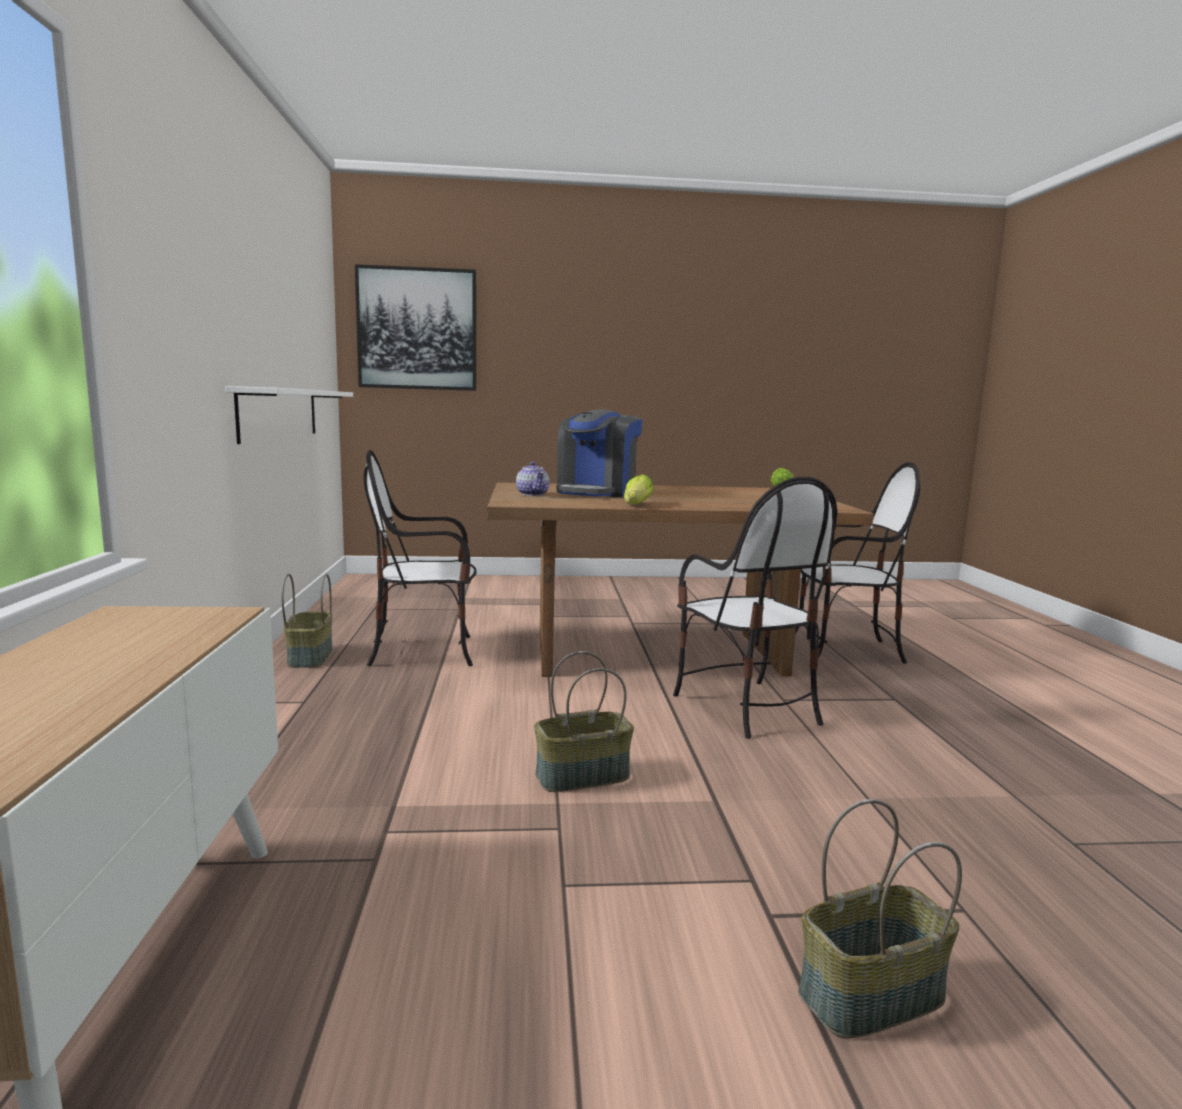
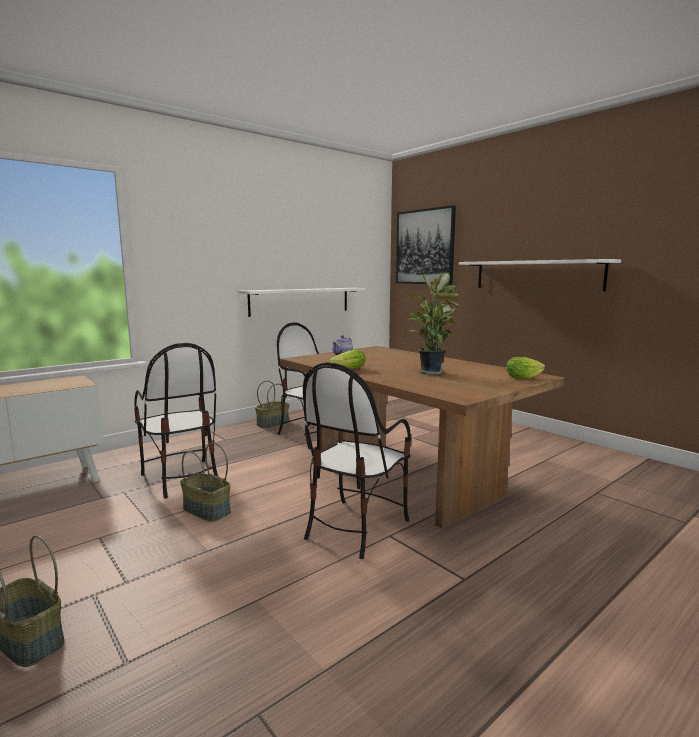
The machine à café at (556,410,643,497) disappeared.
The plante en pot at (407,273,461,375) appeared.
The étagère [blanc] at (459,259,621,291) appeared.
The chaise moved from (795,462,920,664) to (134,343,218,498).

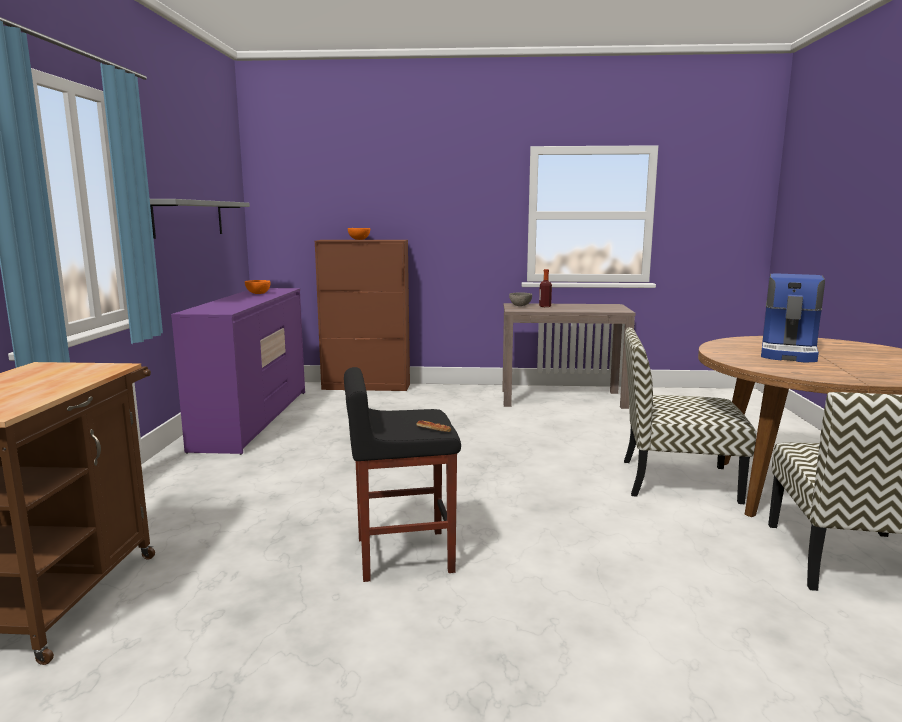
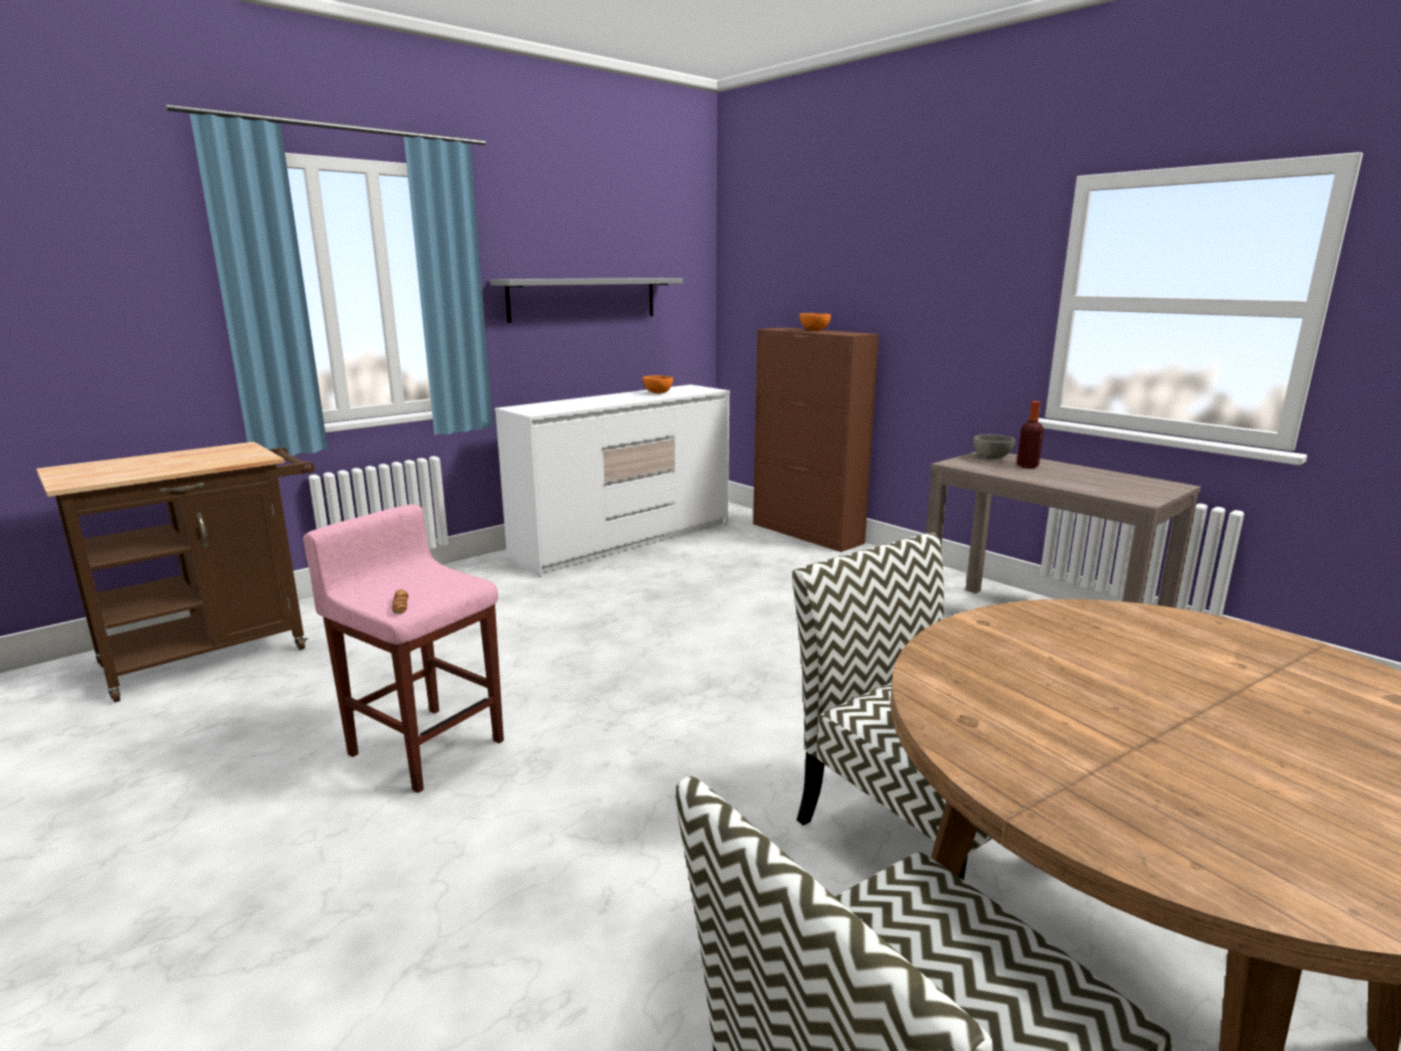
The machine à café at (761,273,825,363) disappeared.
The commode [violet] at (171,288,305,455) became the commode [blanc] at (495,385,730,576).
The tabouret [noir] at (344,367,461,582) became the tabouret [rose] at (303,504,504,793).

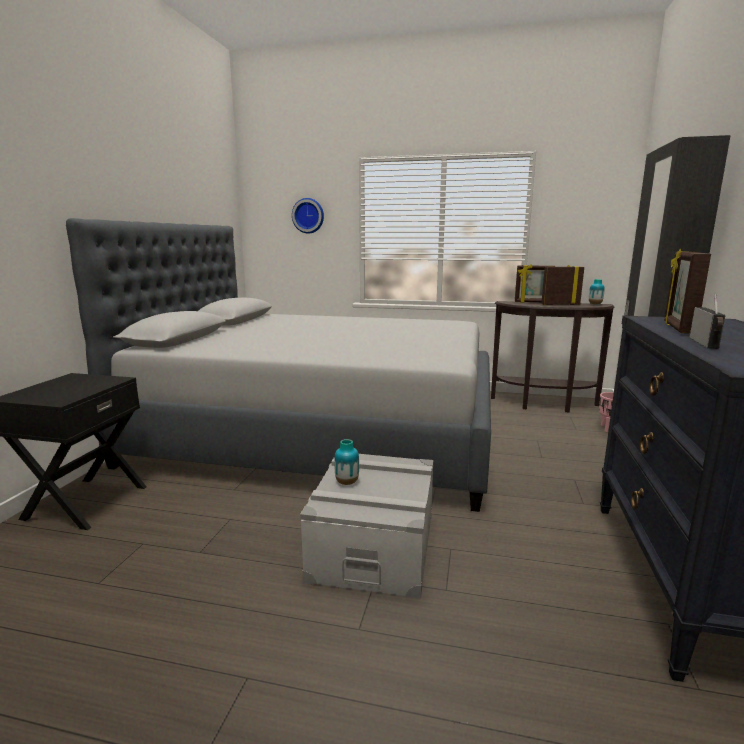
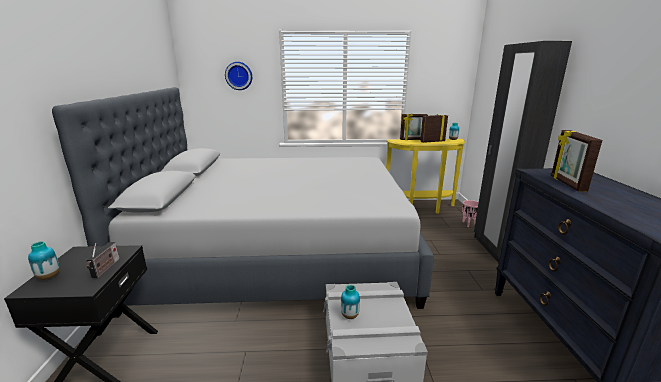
The vase at (28,241,60,280) appeared.
The radio moved from (690,294,726,349) to (86,242,119,278).
The table console [marron] at (491,301,614,413) became the table console [jaune] at (386,139,465,214).

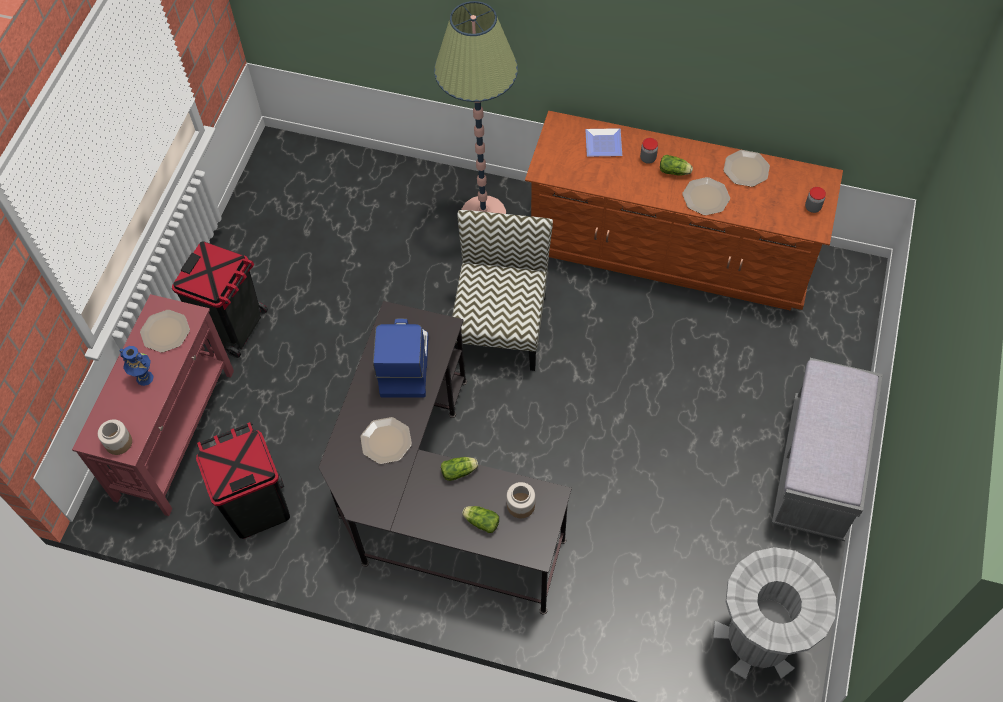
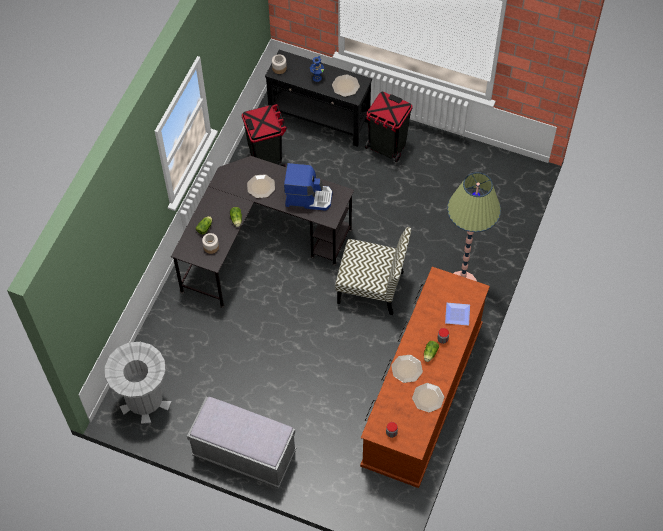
The table console [rouge] at (72,294,234,516) became the table console [noir] at (265,50,372,147).

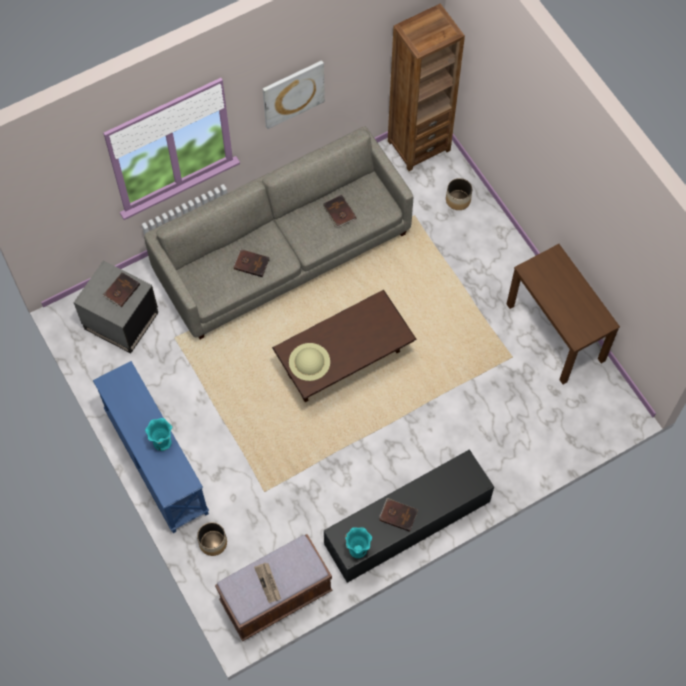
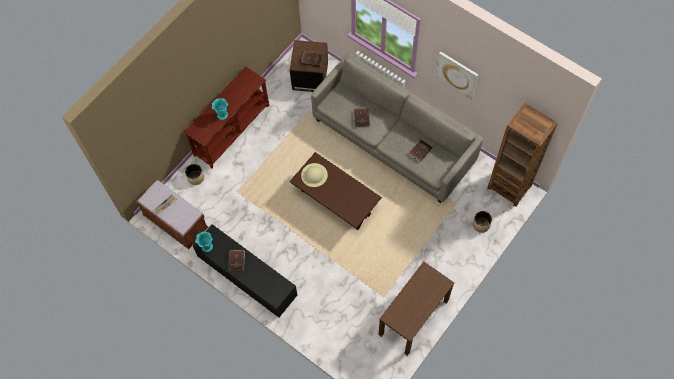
The table d'appoint [gris] at (74,260,158,353) became the table d'appoint [marron] at (290,40,328,92).
The table console [bleu] at (93,361,209,533) became the table console [marron] at (184,67,270,168).

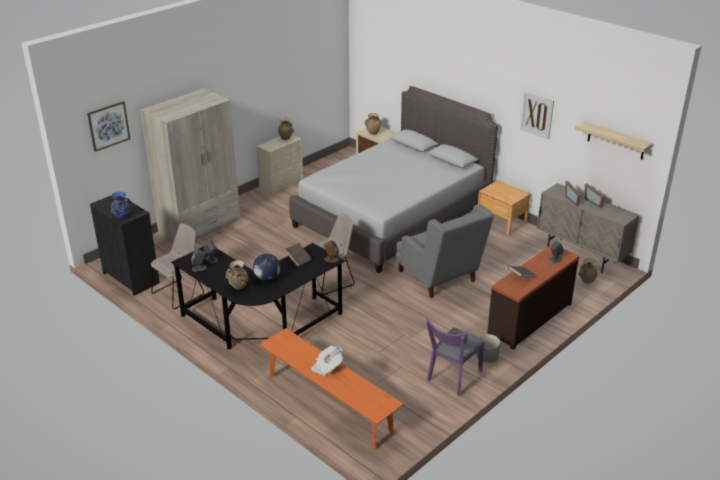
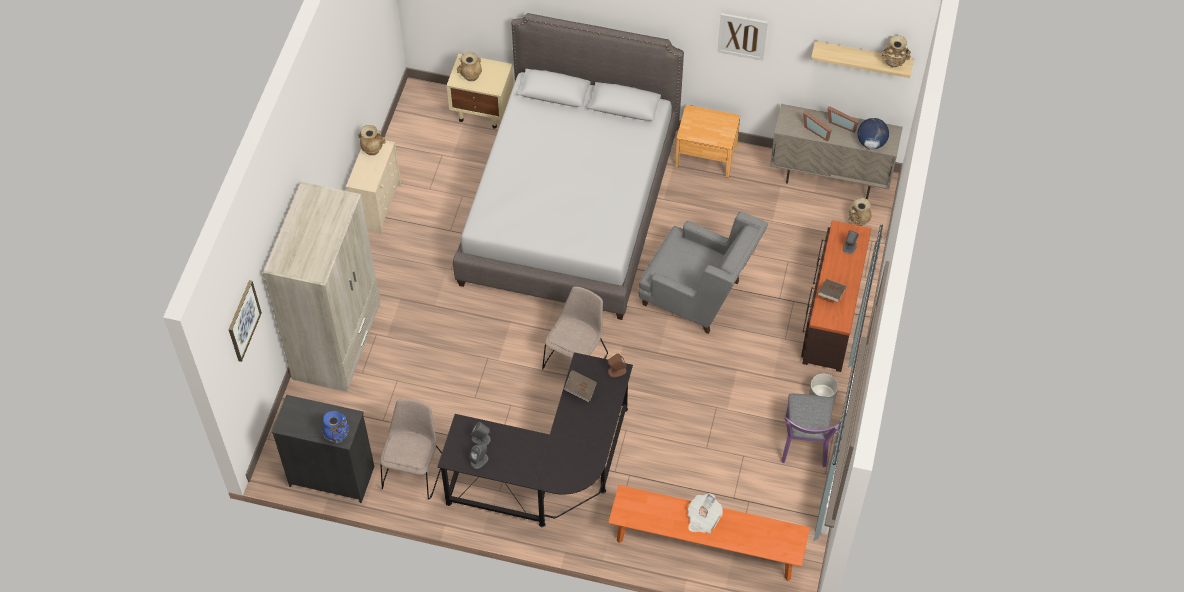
The vase [beige] moved from (225,260,248,290) to (881,35,911,67).
The globe moved from (253,254,280,281) to (857,118,889,149).

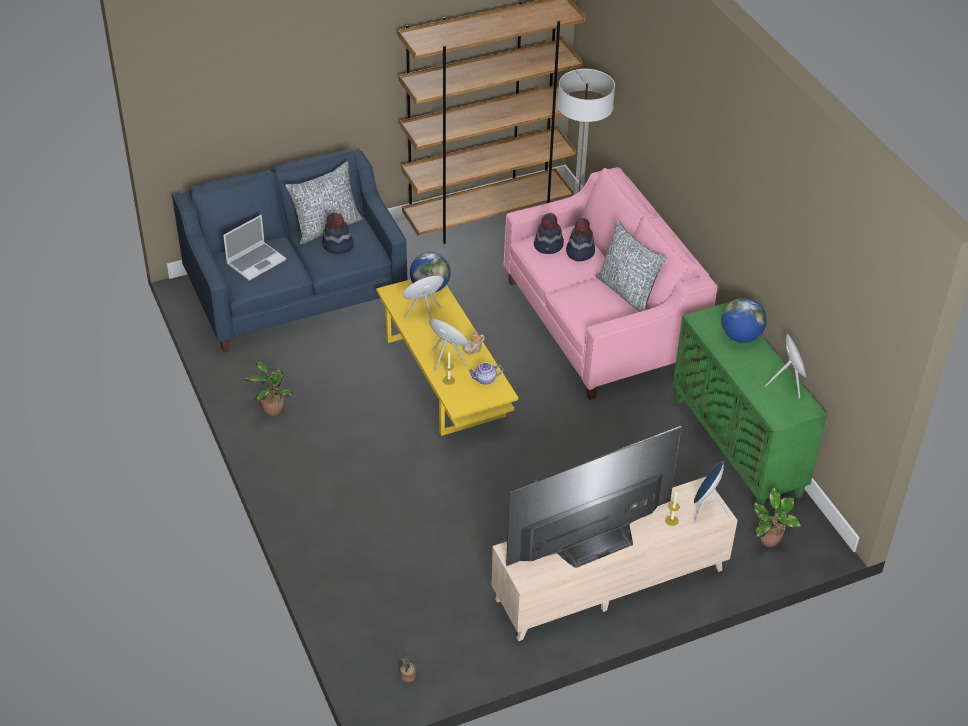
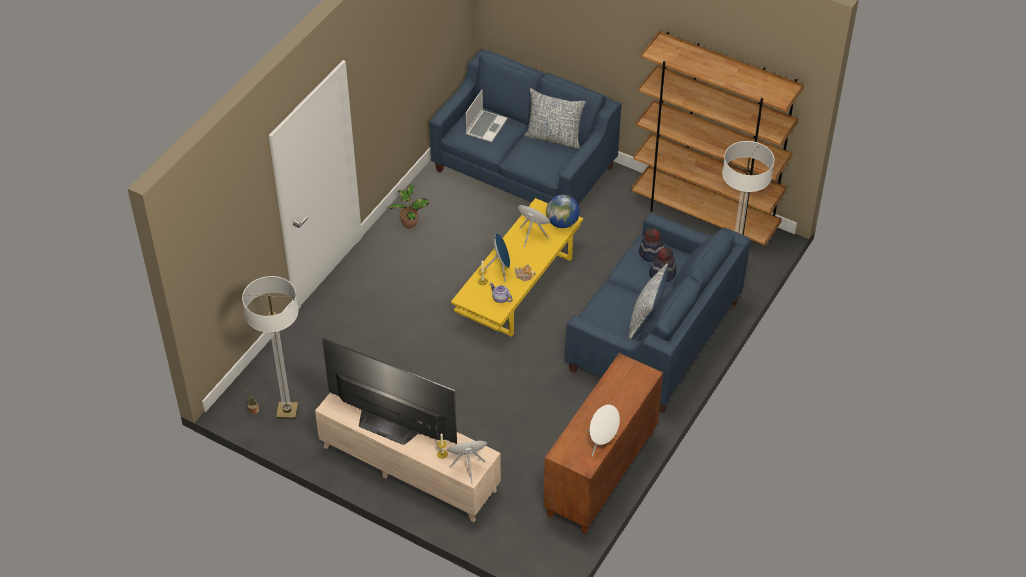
The chapeau at (322,212,354,254) disappeared.
The globe at (721,298,767,343) disappeared.
The plante en pot at (752,487,801,547) disappeared.
The lampadaire at (242,276,298,419) appeared.
The canapé [rose] at (503,167,718,400) became the canapé [bleu] at (565,213,751,413).
The meuble de rangement [vert] at (673,301,827,505) became the meuble de rangement [marron] at (544,353,663,535).
The ordinateur portable at (223,215,286,281) turned 75 degrees counterclockwise.

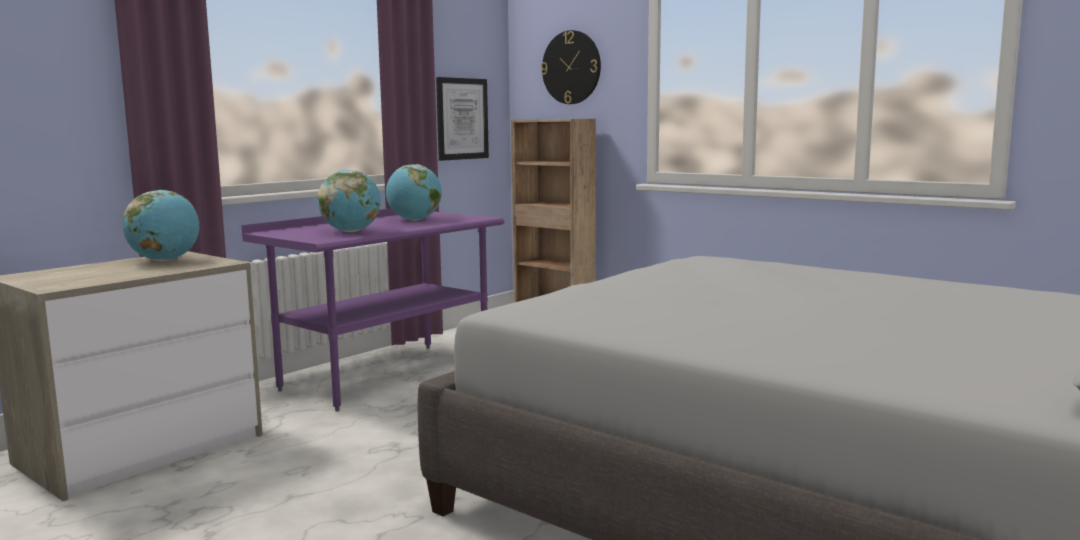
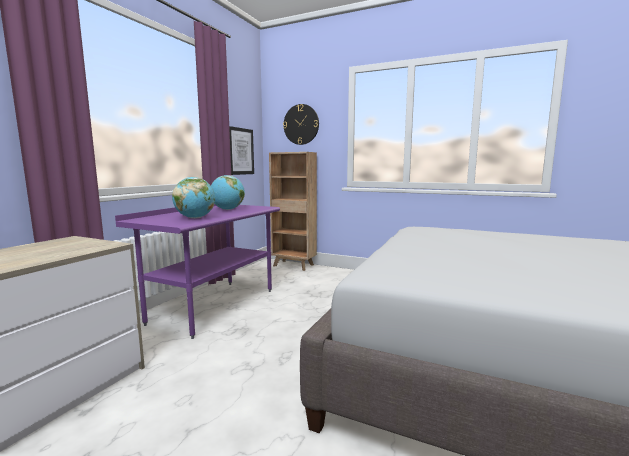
The globe at (123,190,199,261) disappeared.

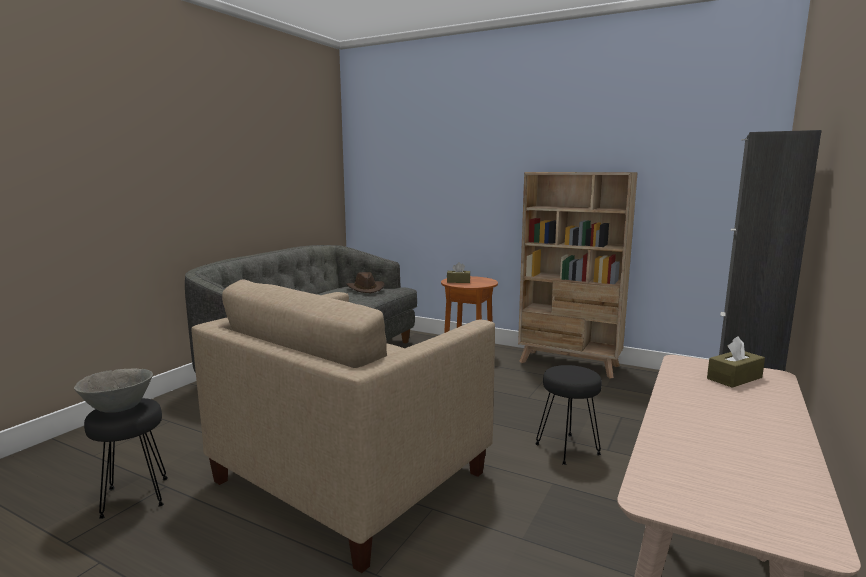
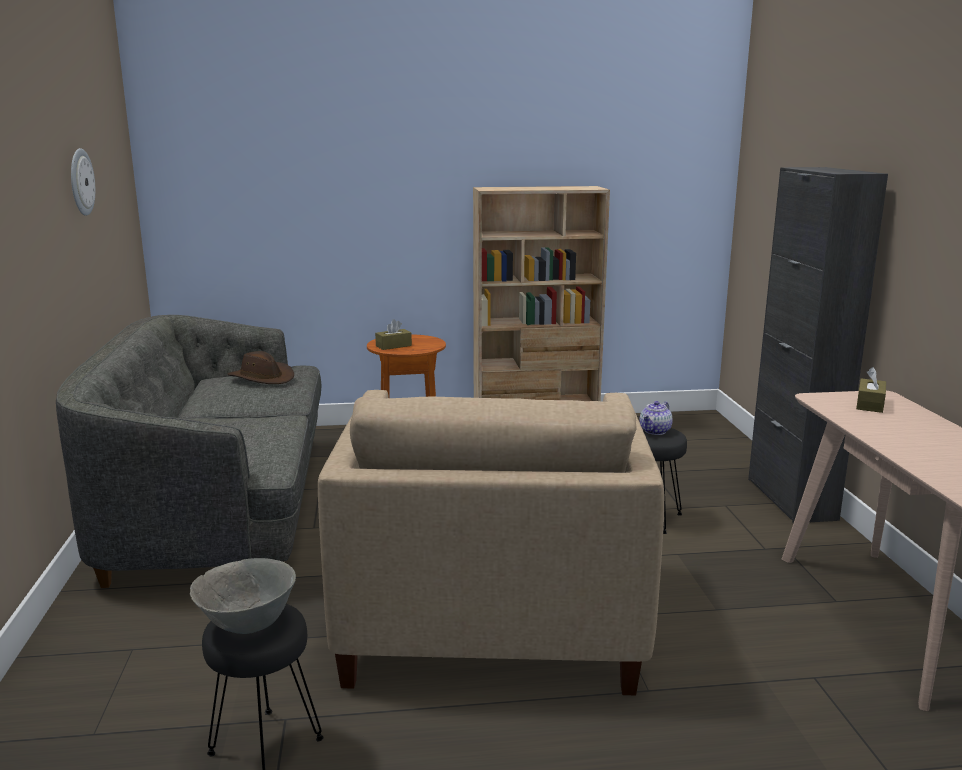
The horloge murale at (71,148,95,216) appeared.
The théière at (640,401,673,435) appeared.

